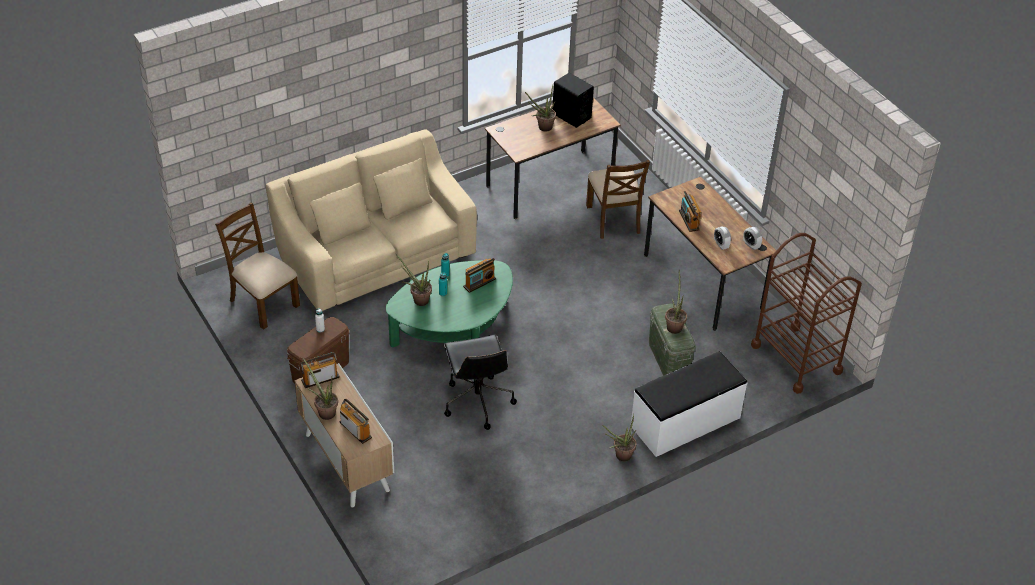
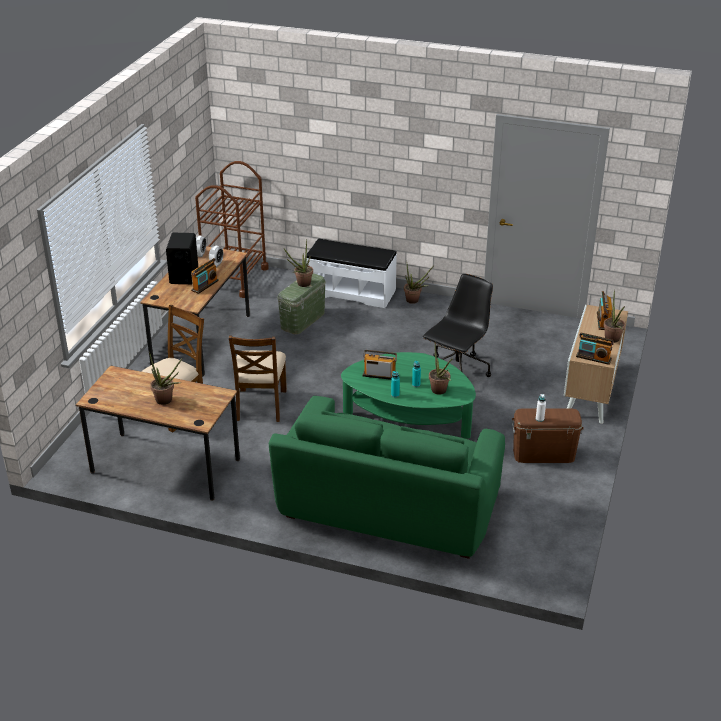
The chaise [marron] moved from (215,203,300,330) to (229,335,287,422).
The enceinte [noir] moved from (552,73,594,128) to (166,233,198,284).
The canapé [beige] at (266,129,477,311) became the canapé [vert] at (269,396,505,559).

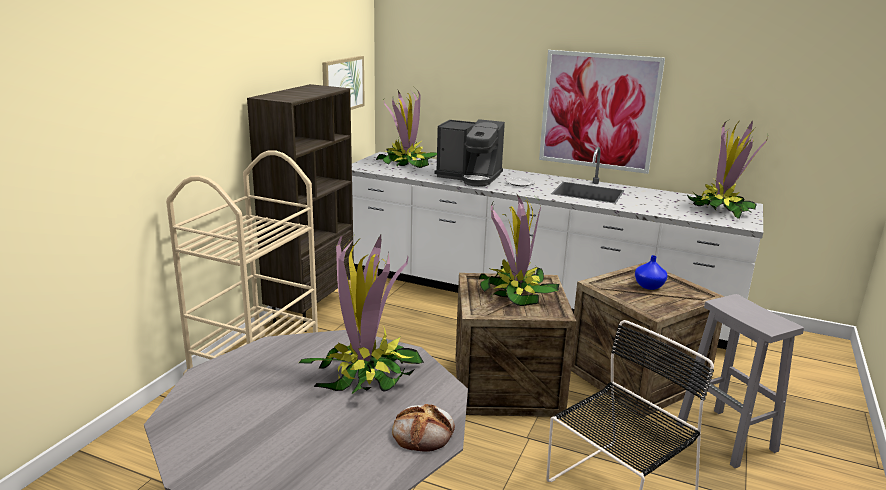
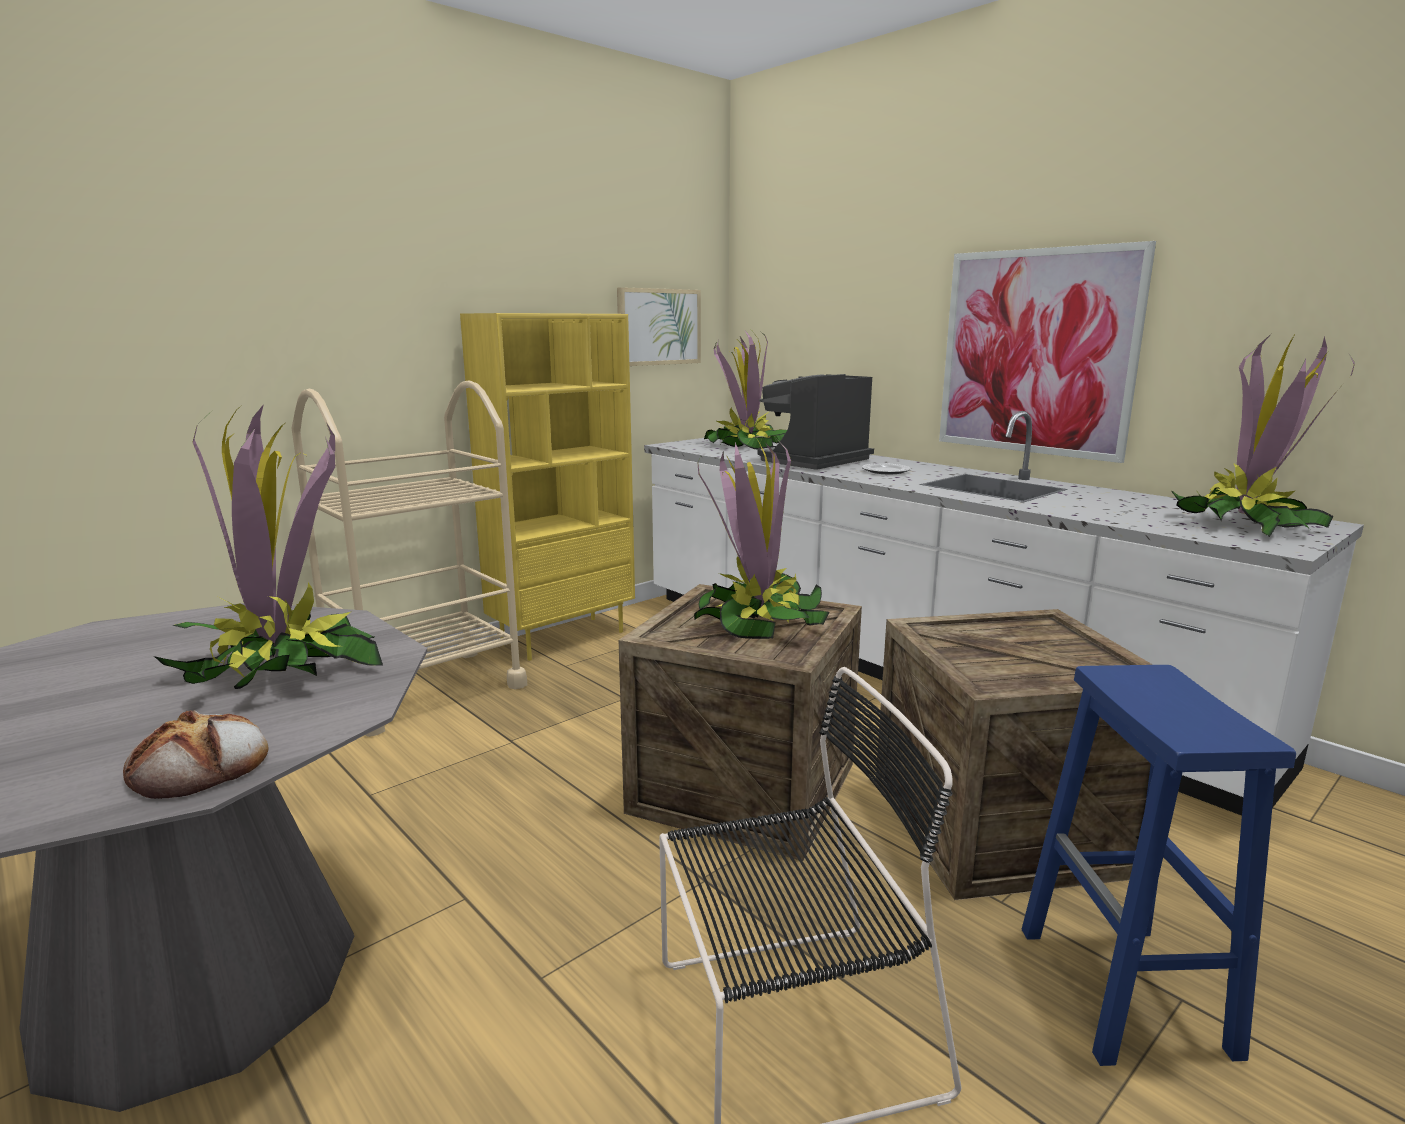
The vase [bleu] at (635,255,667,290) disappeared.
The bibliothèque [marron] at (247,84,354,332) became the bibliothèque [jaune] at (460,313,635,661).
The tabouret [gris] at (676,294,804,468) became the tabouret [bleu] at (1022,665,1296,1066).
The machine à café at (434,119,505,187) turned 90 degrees clockwise.

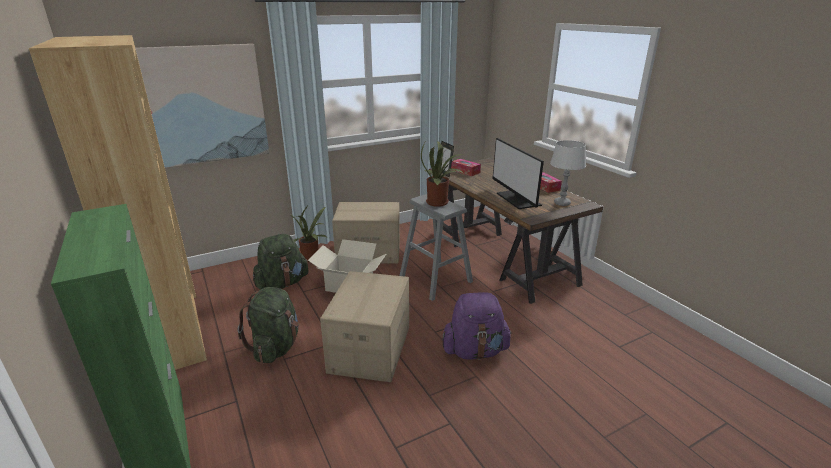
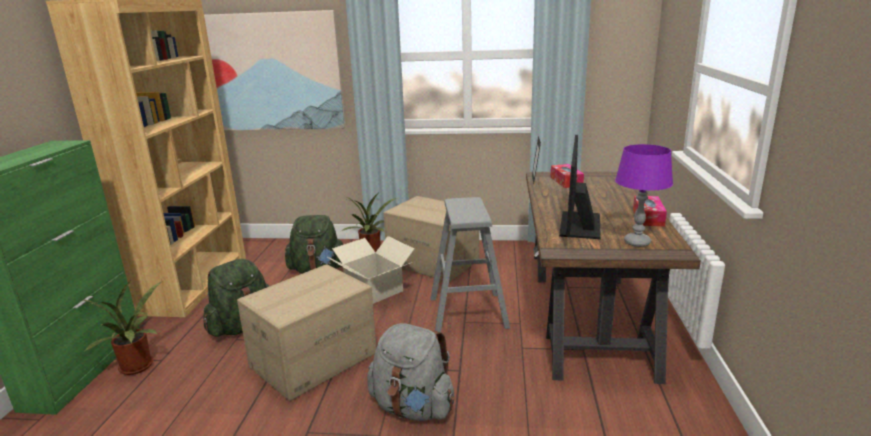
The plante en pot moved from (421,141,463,207) to (83,280,161,375).
The sac à dos [violet] at (442,292,512,360) became the sac à dos [gris] at (367,323,454,421).
The lampe de table [gris] at (550,140,586,206) became the lampe de table [violet] at (615,144,673,247).

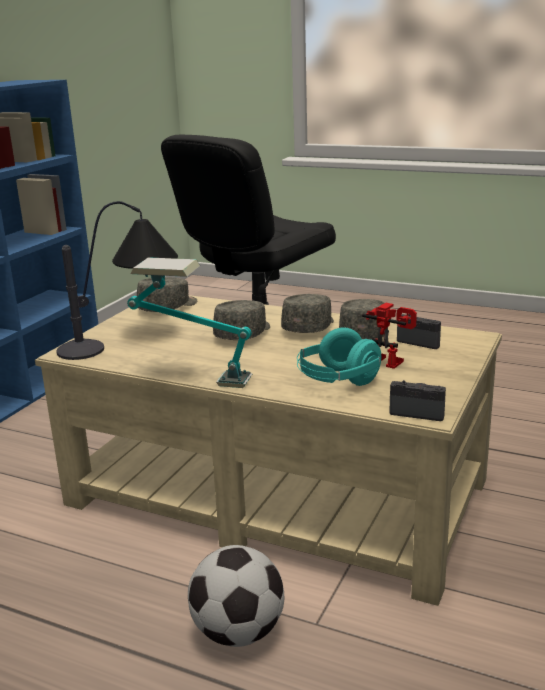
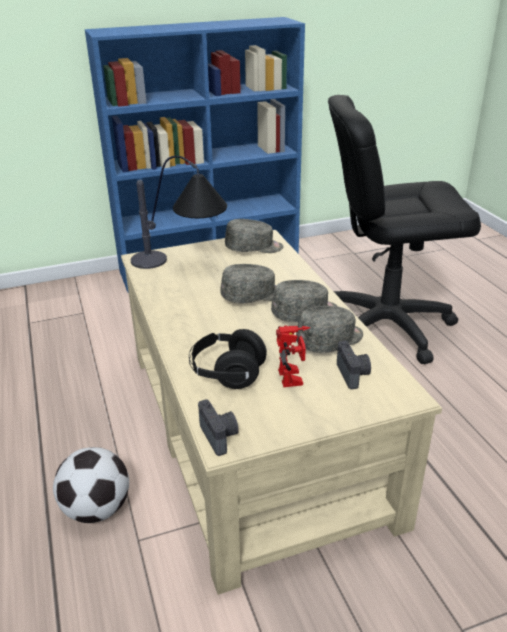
The lampe de table at (127,257,253,388) disappeared.
The casque audio [turquoise] at (297,327,381,386) became the casque audio [noir] at (189,329,267,389).

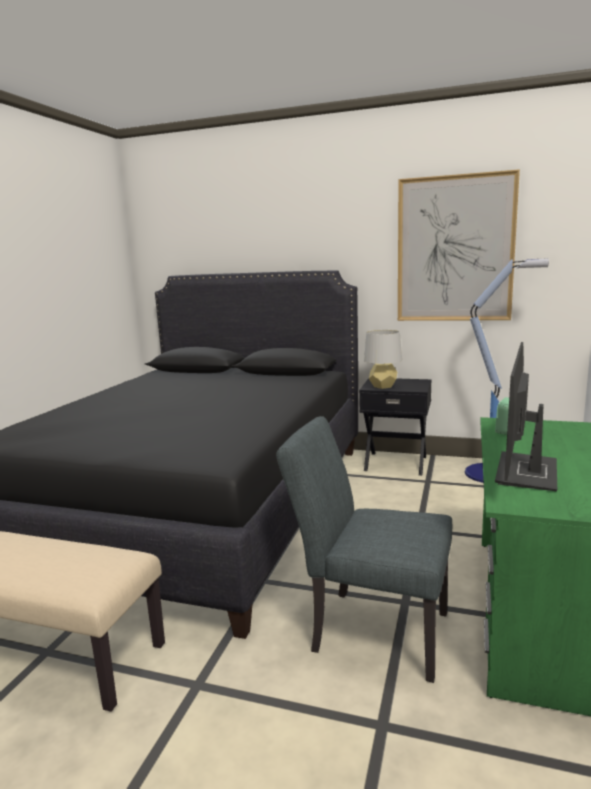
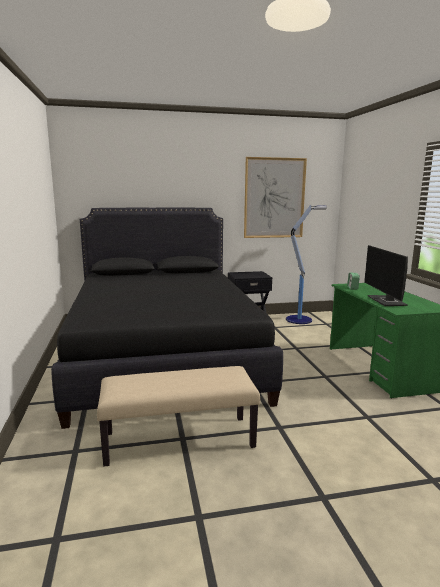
The chaise [gris] at (276,416,452,683) disappeared.
The lampe de table [gris] at (364,330,402,389) disappeared.

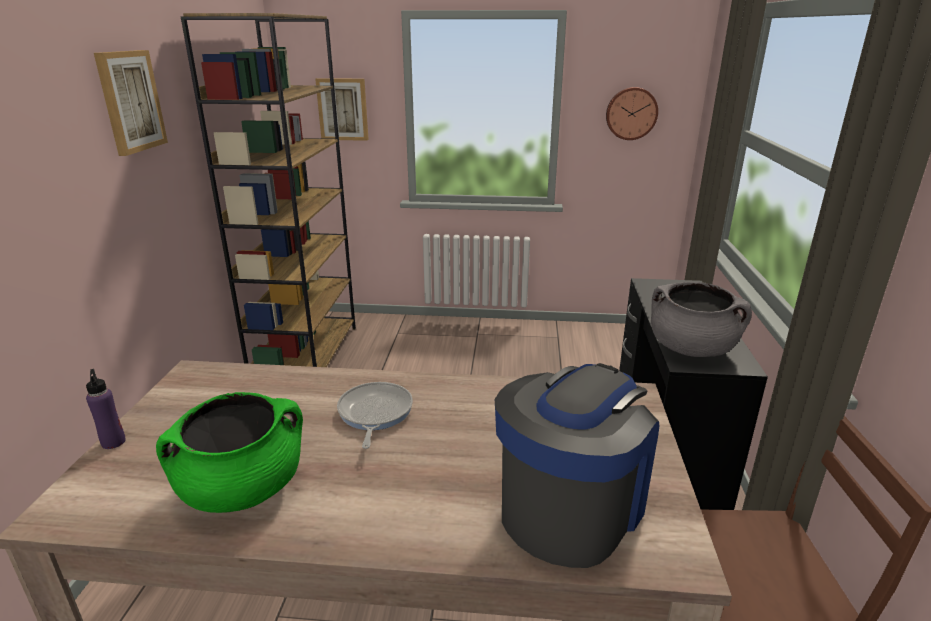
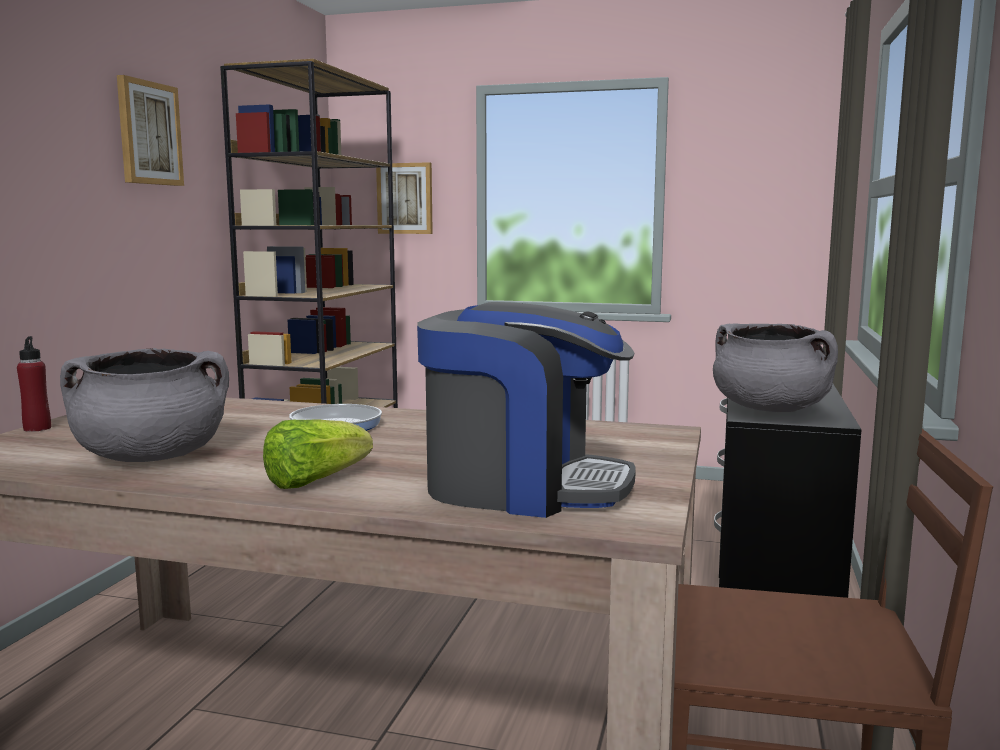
The horloge murale at (606,87,658,140) disappeared.
The laitue at (263,419,373,489) appeared.
The bouteille [violet] at (86,369,126,449) became the bouteille [rouge] at (17,336,51,432).
The marmite [vert] at (156,392,303,513) became the marmite [gris] at (60,348,229,462).
The machine à café at (495,363,660,568) turned 60 degrees clockwise.

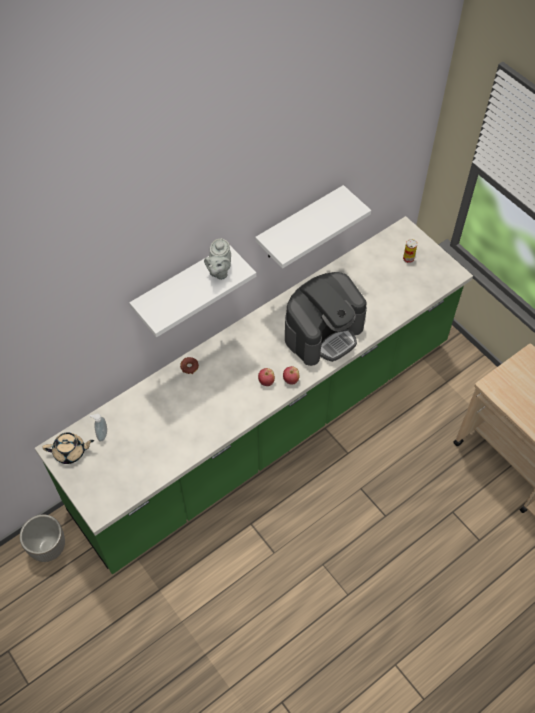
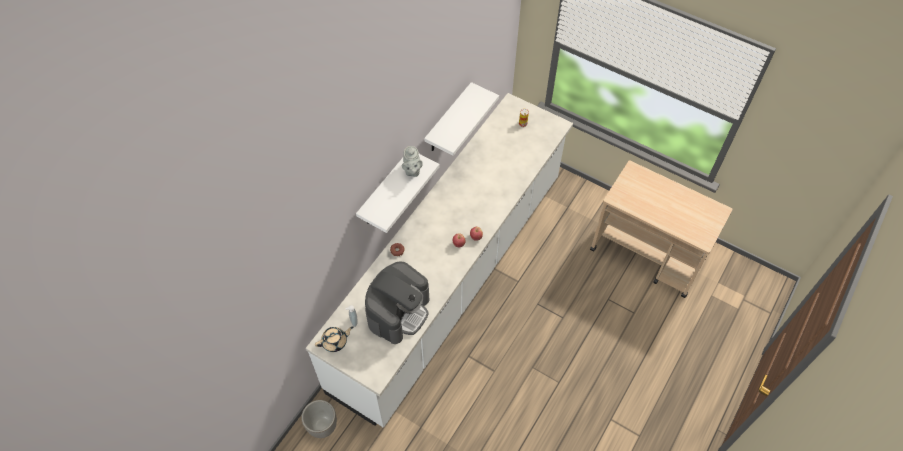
The machine à café moved from (285,272,367,366) to (365,262,429,344).
The comptoir de cuisine [vert] at (35,216,473,574) became the comptoir de cuisine [blanc] at (306,93,573,428).

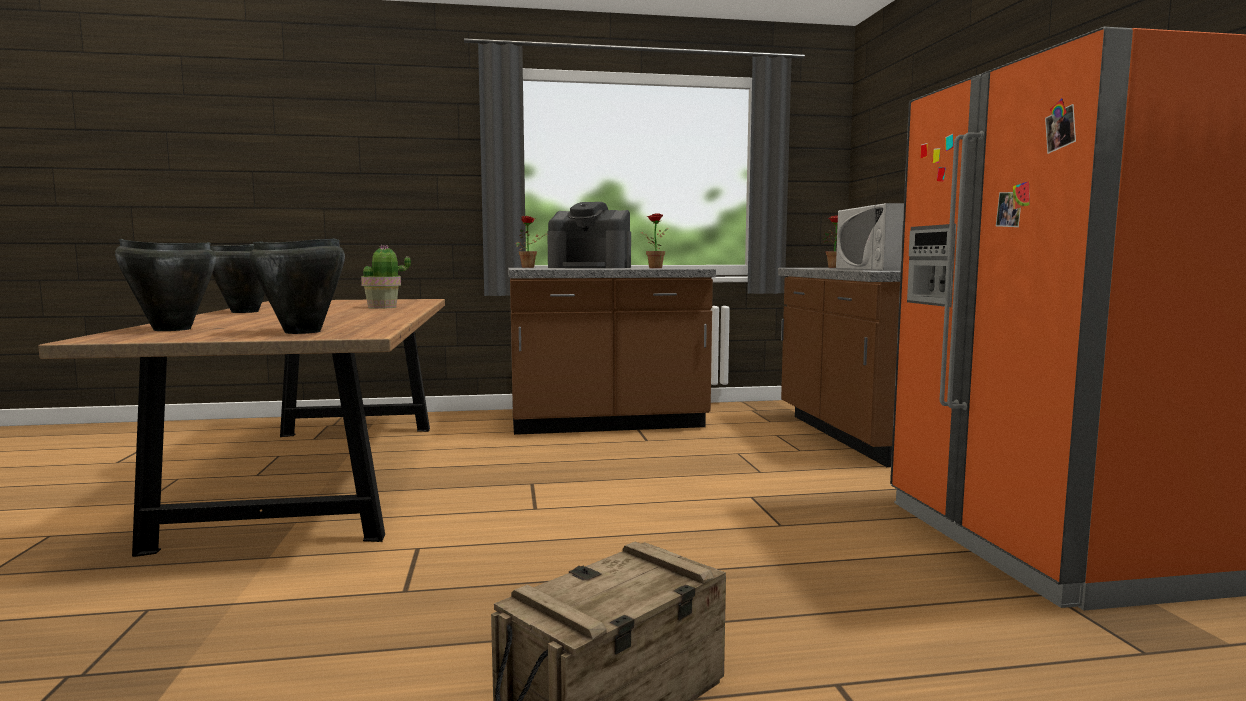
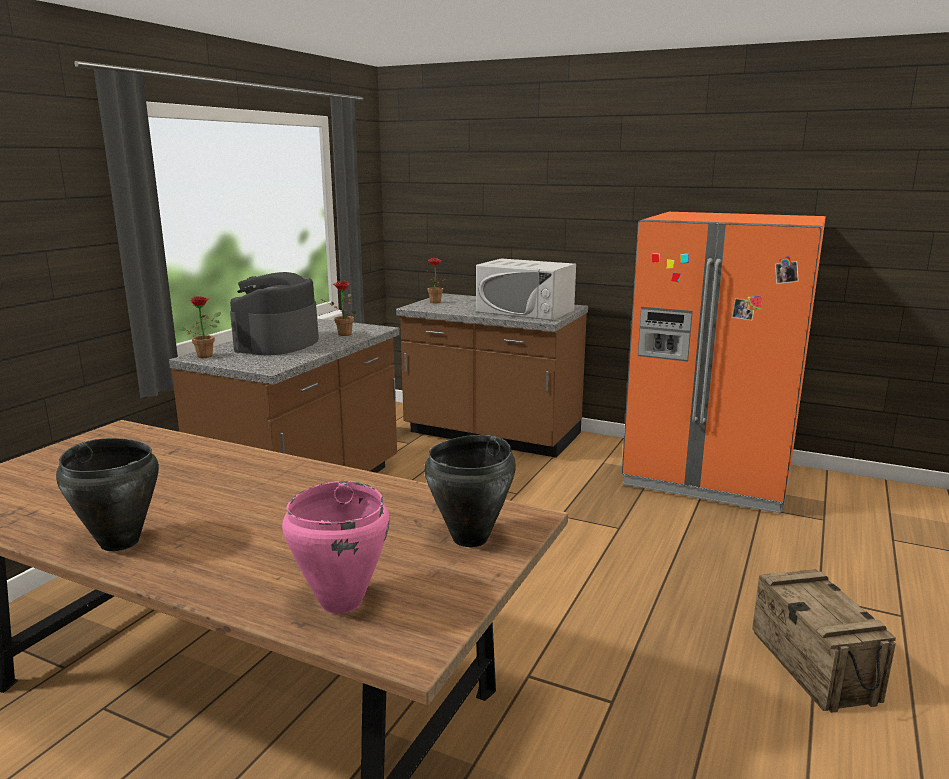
The plante en pot at (361,245,411,309) disappeared.
The marmite [noir] at (115,239,216,331) became the marmite [rose] at (282,481,390,614).
The machine à café at (547,202,631,268) turned 150 degrees clockwise.

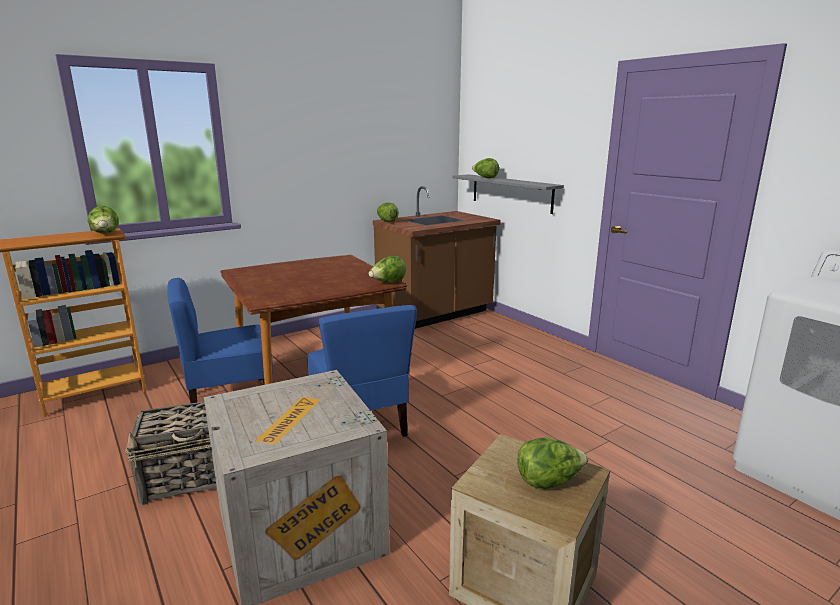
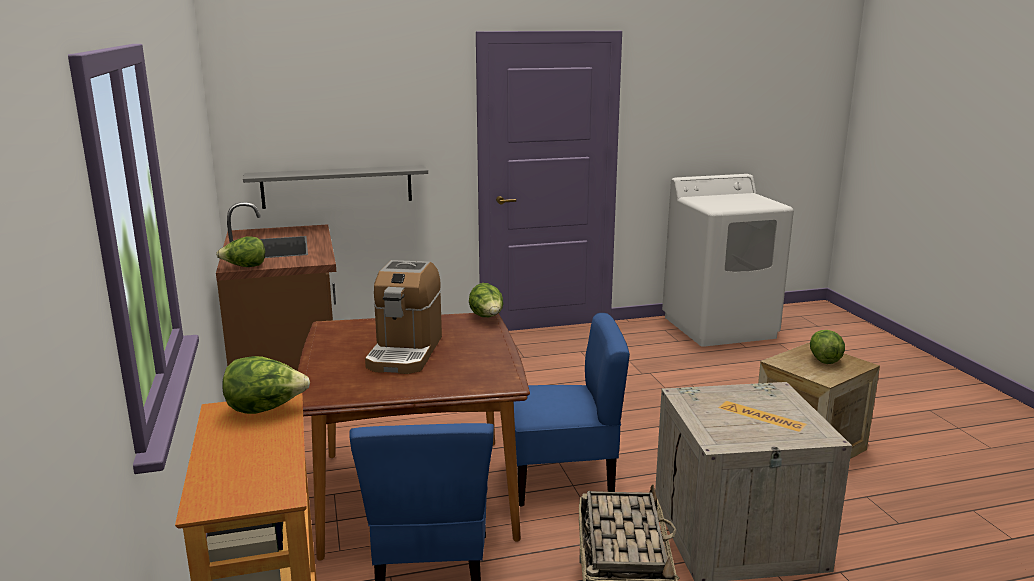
The laitue at (472,158,499,178) disappeared.
The machine à café at (365,260,442,374) appeared.

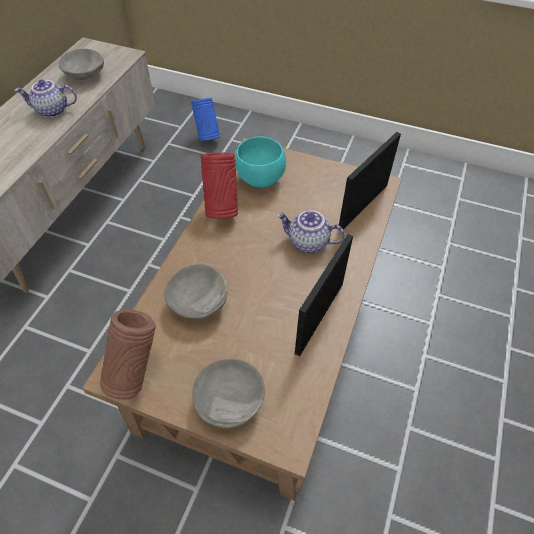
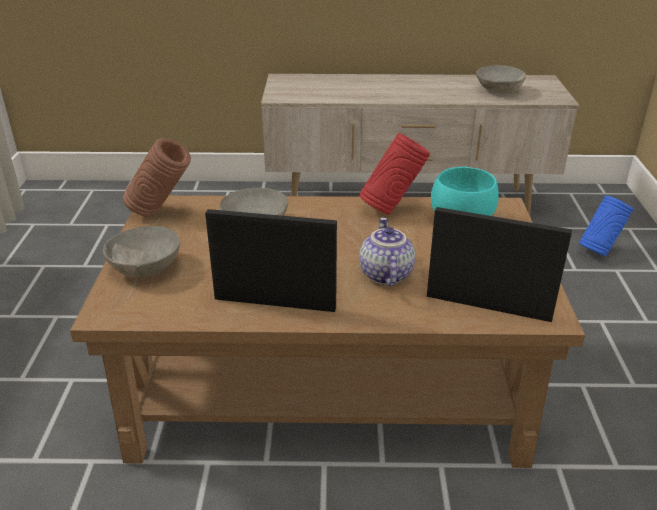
The théière at (14,80,77,117) disappeared.

